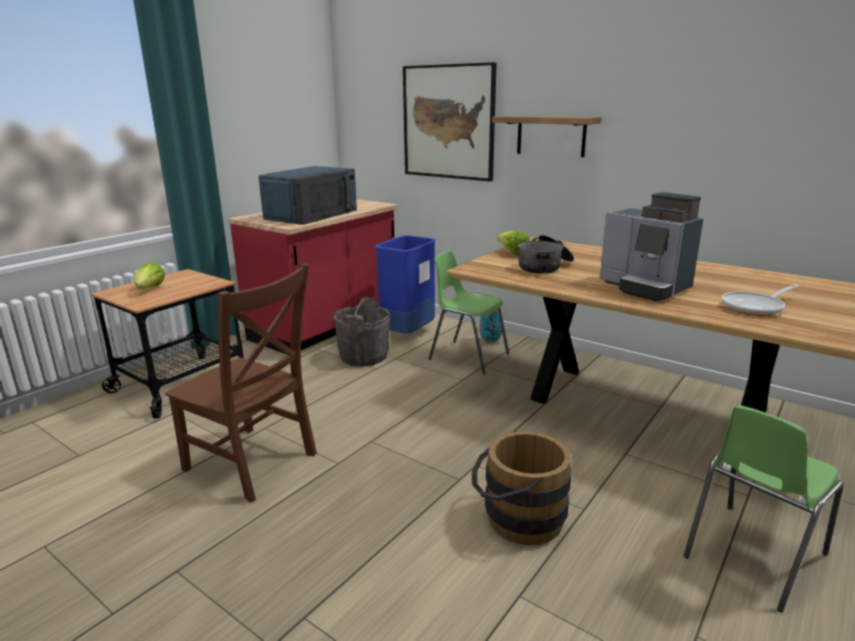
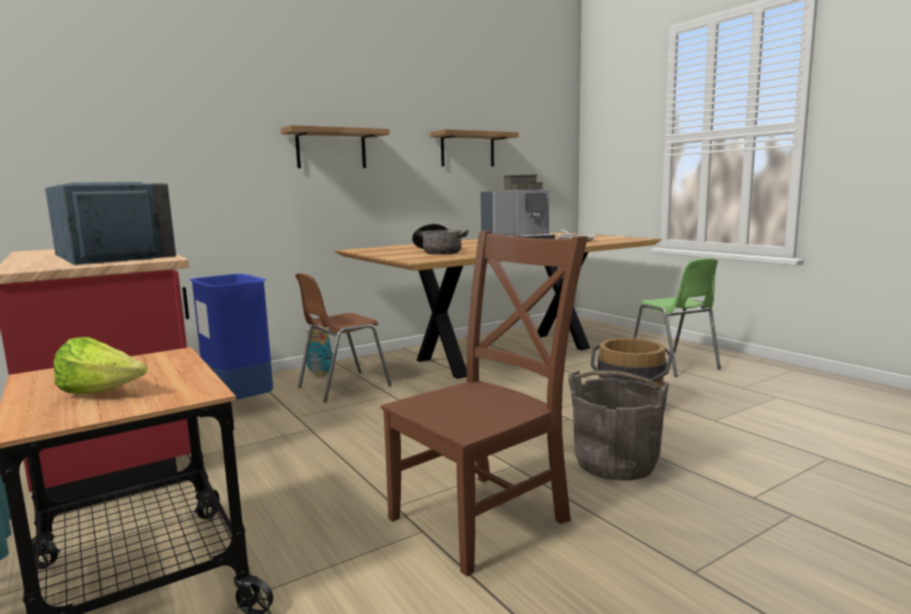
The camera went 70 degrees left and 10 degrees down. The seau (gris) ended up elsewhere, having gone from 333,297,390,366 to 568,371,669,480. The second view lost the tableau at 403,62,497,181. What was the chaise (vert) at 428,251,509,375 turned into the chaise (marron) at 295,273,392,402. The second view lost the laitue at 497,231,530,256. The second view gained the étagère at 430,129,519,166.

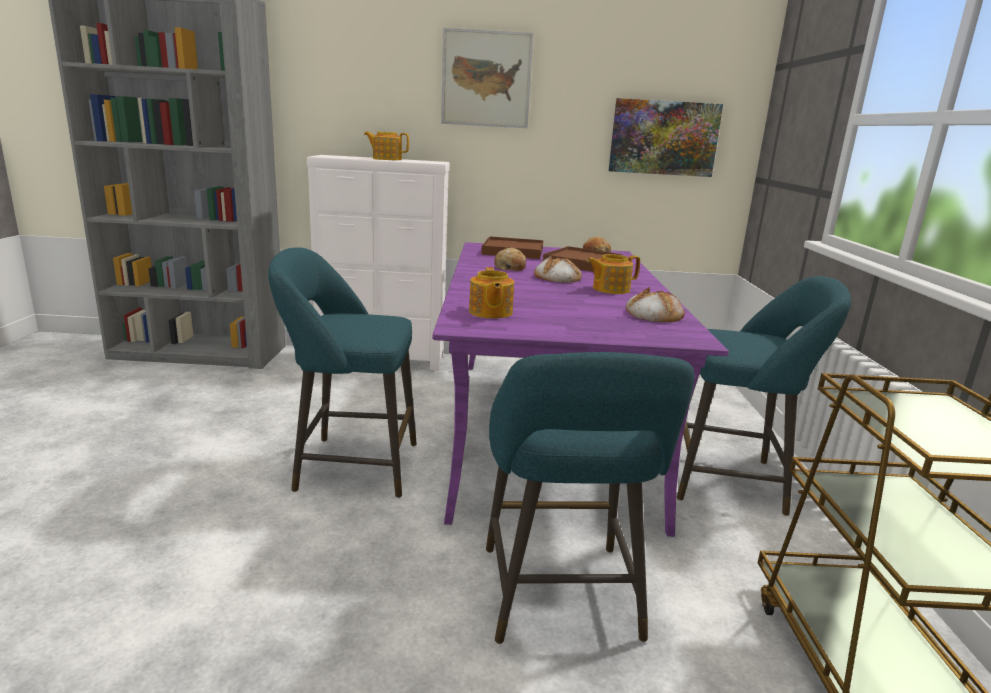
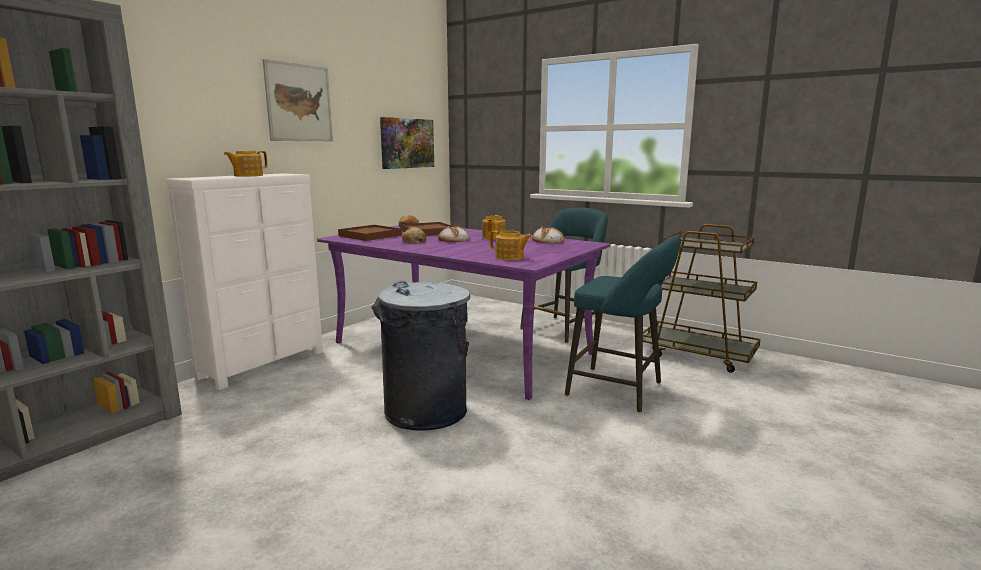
The camera went 55 degrees left and 5 degrees down. Where the tabouret (turquoise) stood at 268,247,417,498, the poubelle (gris) came to stand at 371,280,470,431.

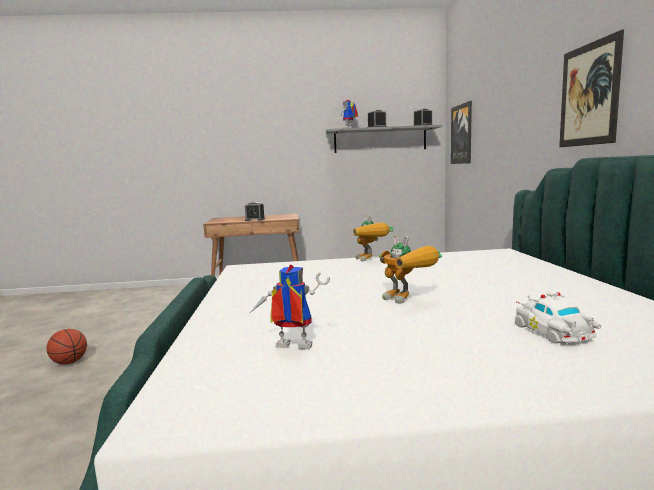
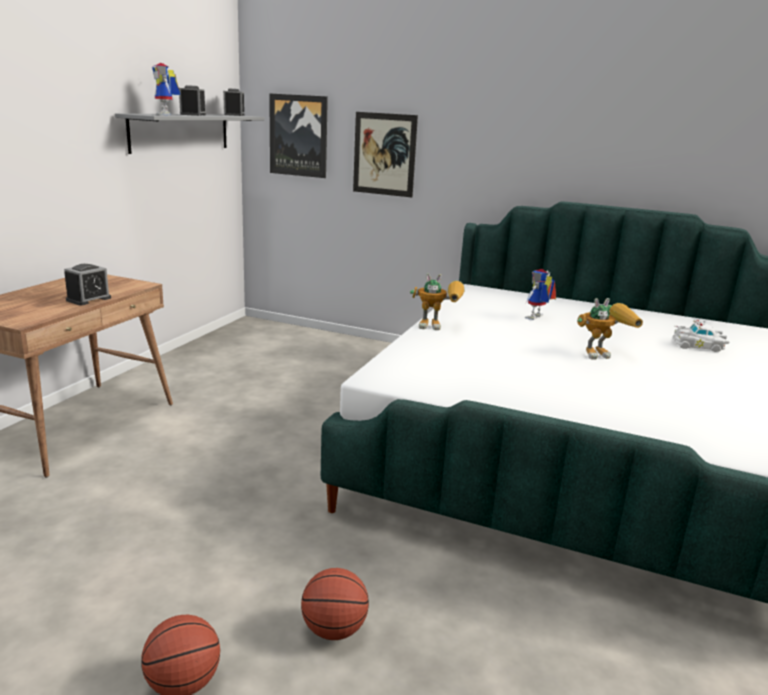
The camera went 65 degrees left and 10 degrees up. The robot jouet ended up elsewhere, having gone from 250,265,330,349 to 525,269,557,320. The tableau ended up elsewhere, having gone from 559,29,624,147 to 353,112,418,197. The second view gained the ballon de basket at 301,568,369,640.

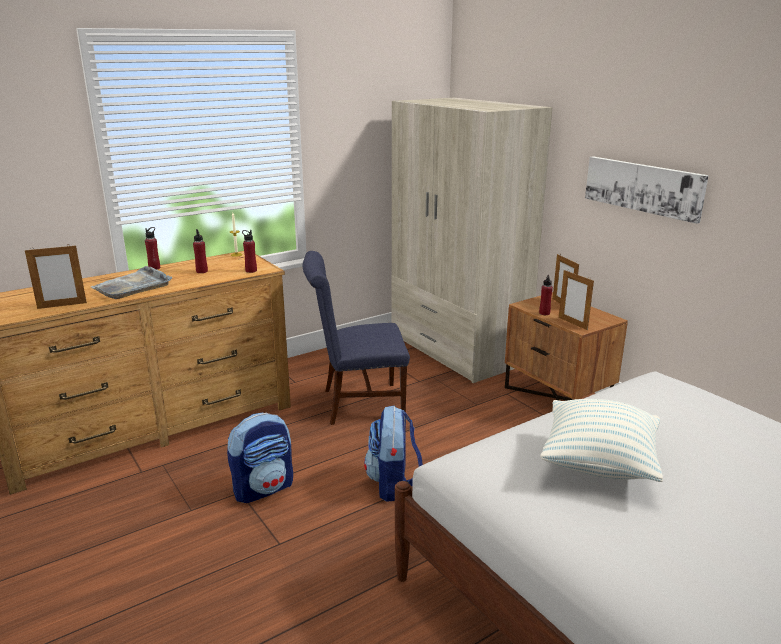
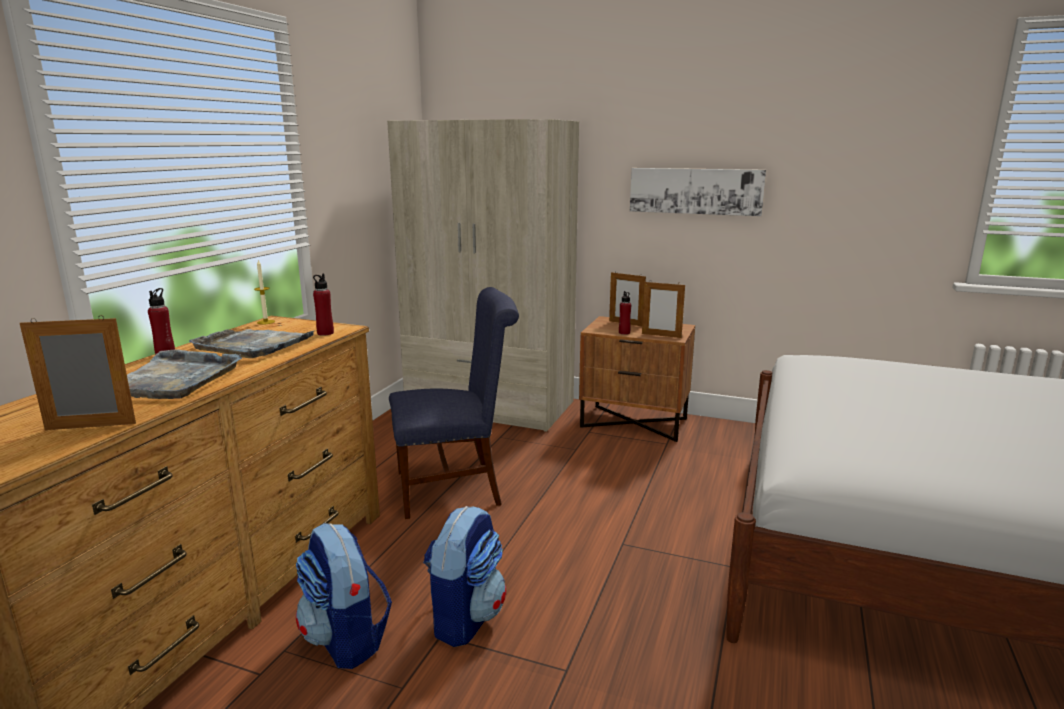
The camera went 35 degrees left and 5 degrees down. The cadre photo at 25,244,87,309 ended up facing another way, 135 degrees counterclockwise from before. Where the bouteille (rouge) stood at 193,229,208,273, the plateau (gris) came to stand at 189,329,318,358. The chaise (bleu) at 303,251,410,425 ended up facing another way, 150 degrees counterclockwise from before. The sac à dos ended up elsewhere, having gone from 364,406,423,502 to 296,523,392,669. The second view lost the coussin at 540,399,663,482.

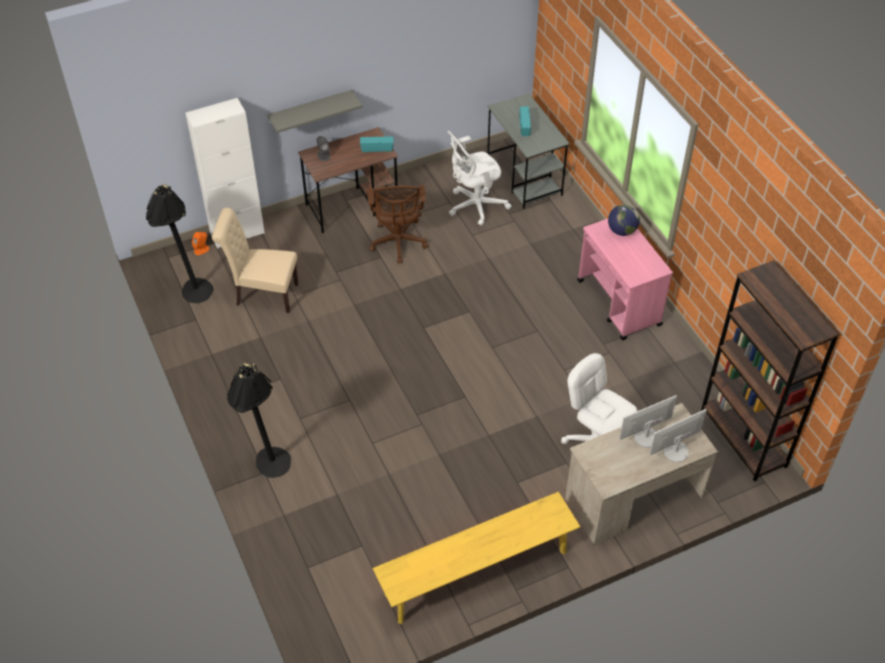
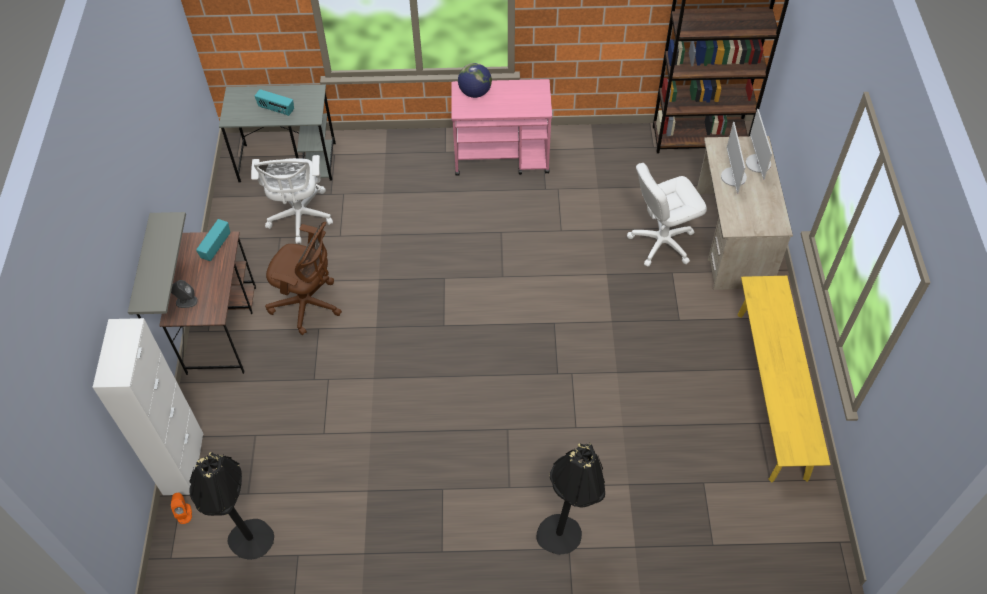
The camera went 65 degrees left and 5 degrees up. The second view lost the chaise (beige) at 212,208,298,313.

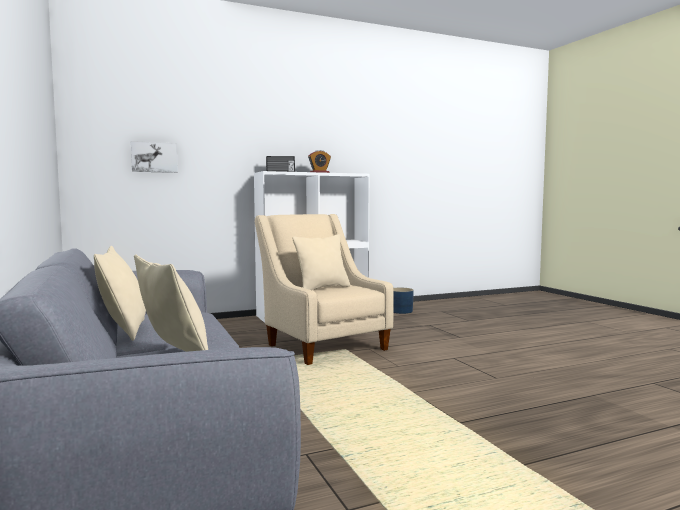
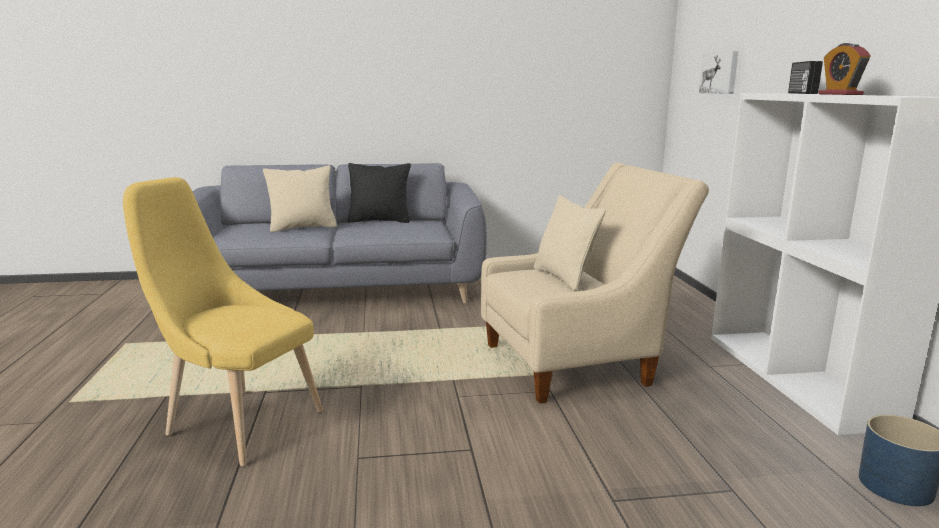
The camera went 105 degrees right and 10 degrees up. What was the coussin (beige) at 94,246,146,341 turned into the coussin (noir) at 348,163,411,223. The second view gained the chaise (jaune) at 123,177,323,466.

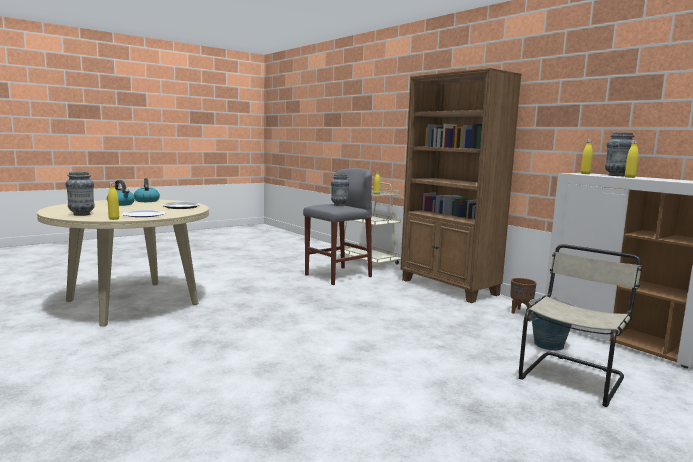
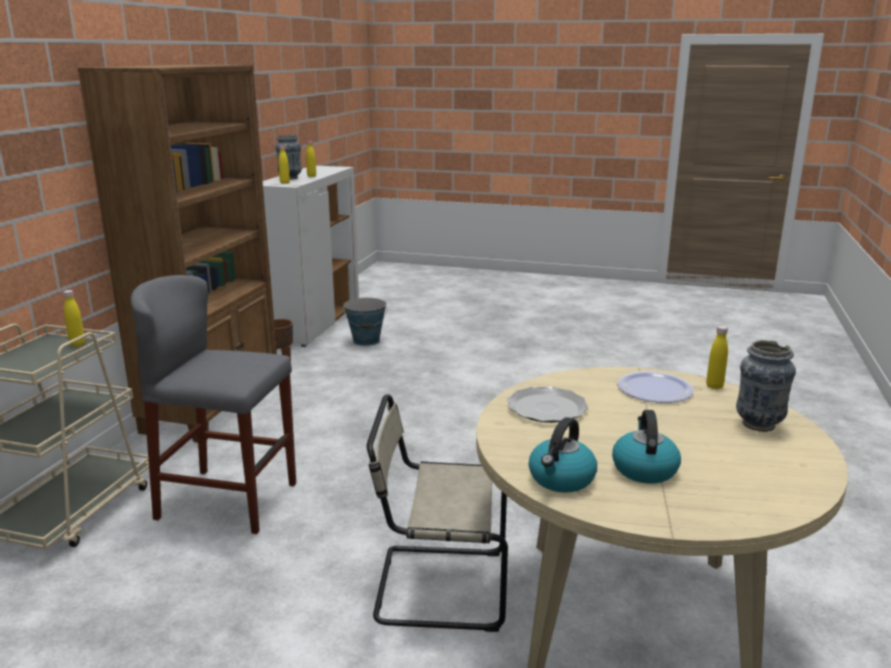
The camera went 125 degrees left and 10 degrees up. The second view lost the vase at 331,174,349,206. The chaise (beige) ended up elsewhere, having gone from 519,244,642,407 to 367,394,508,632.

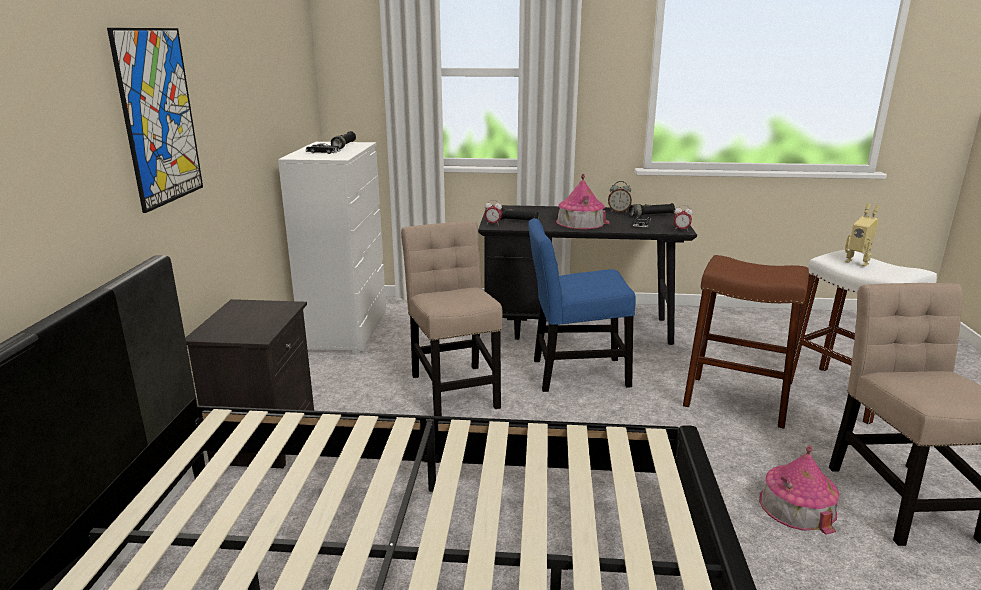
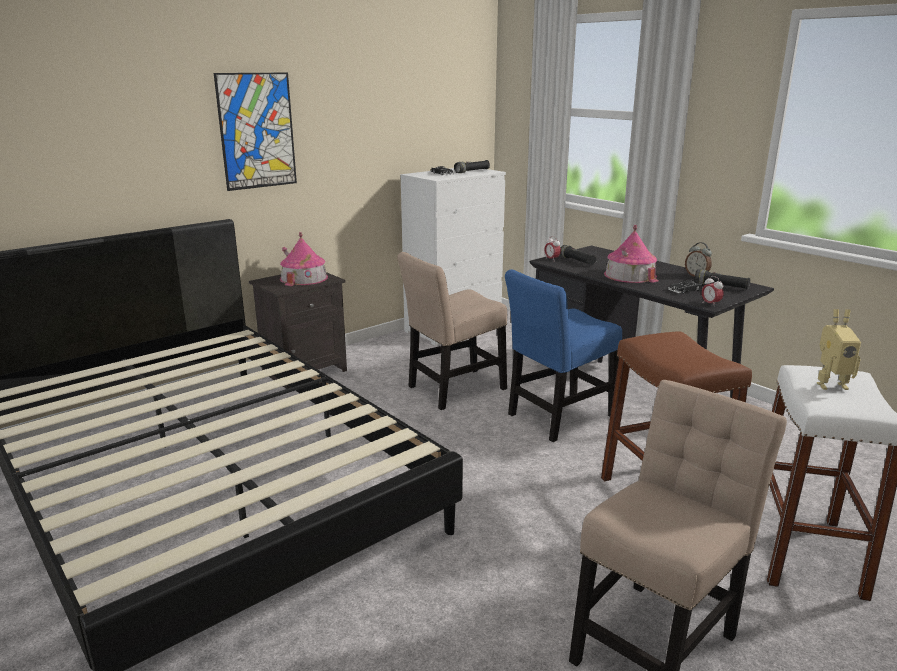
The camera went 45 degrees right and 0 degrees up. The chaise (beige) at 401,221,502,416 ended up facing another way, 150 degrees counterclockwise from before. The chaise (bleu) at 528,218,636,392 ended up facing another way, 75 degrees counterclockwise from before. The maison miniature ended up elsewhere, having gone from 759,445,839,535 to 280,232,328,286. The robot jouet at 845,203,880,267 ended up facing another way, 90 degrees counterclockwise from before.

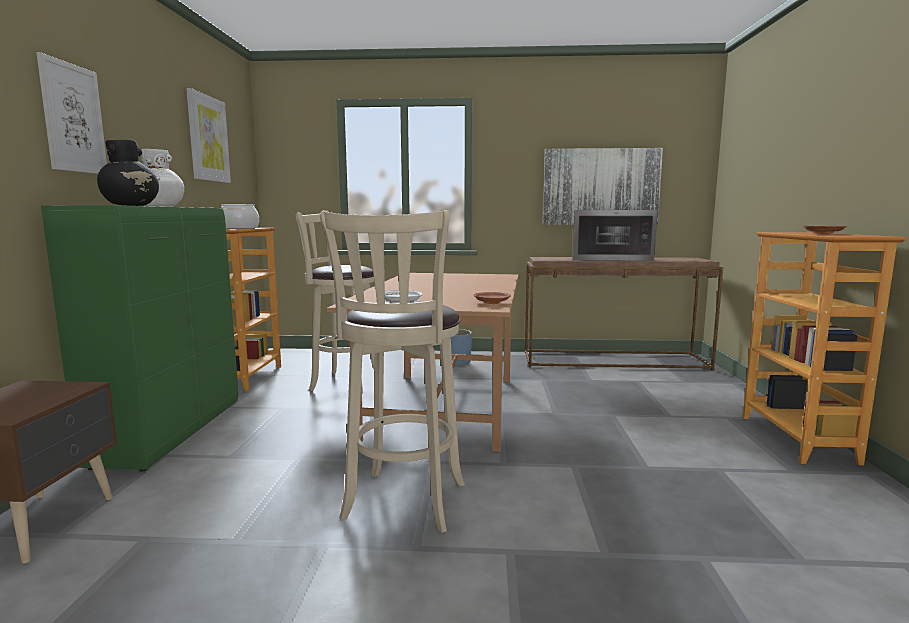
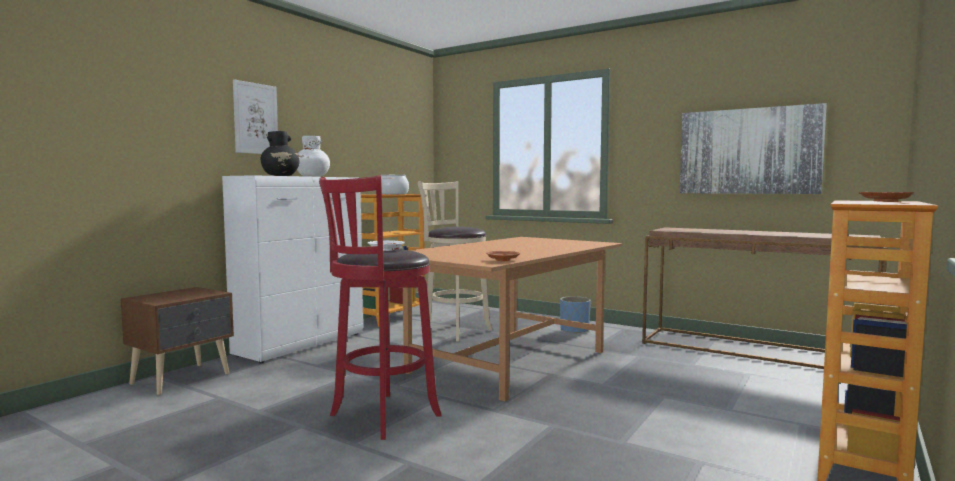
The camera went 30 degrees right and 5 degrees down. What was the meuble de rangement (vert) at 41,205,238,472 turned into the meuble de rangement (blanc) at 222,175,363,363. The second view lost the tableau at 186,88,231,183. What was the tabouret (beige) at 320,210,465,533 turned into the tabouret (rouge) at 319,176,442,440. The second view lost the micro-ondes at 572,210,658,261.

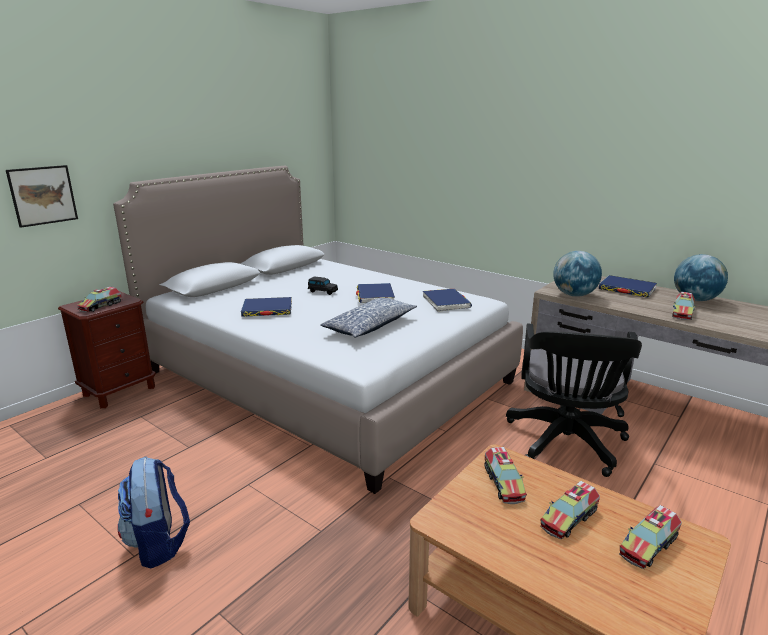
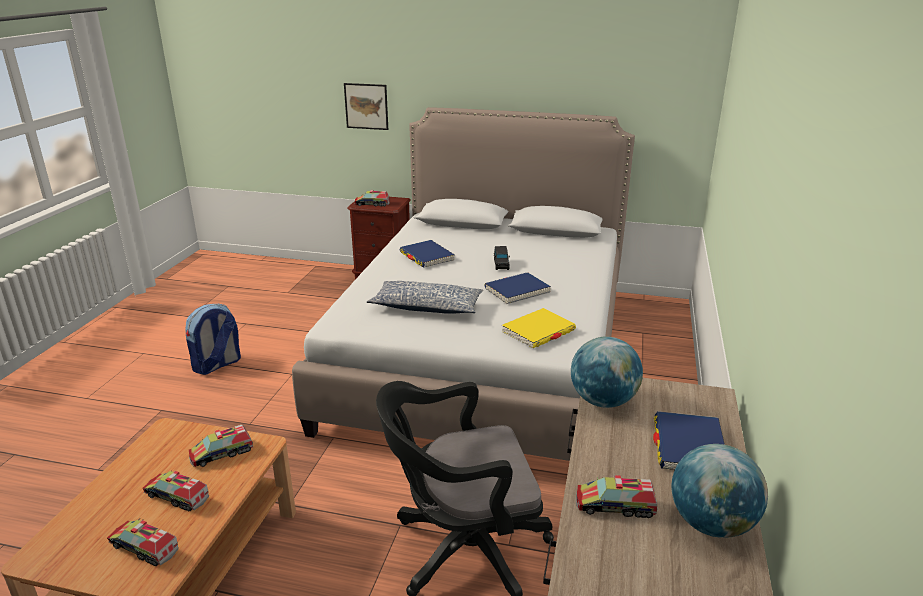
The camera went 65 degrees right and 5 degrees up. What was the livre (bleu) at 423,289,472,312 turned into the livre (jaune) at 502,308,576,348.

